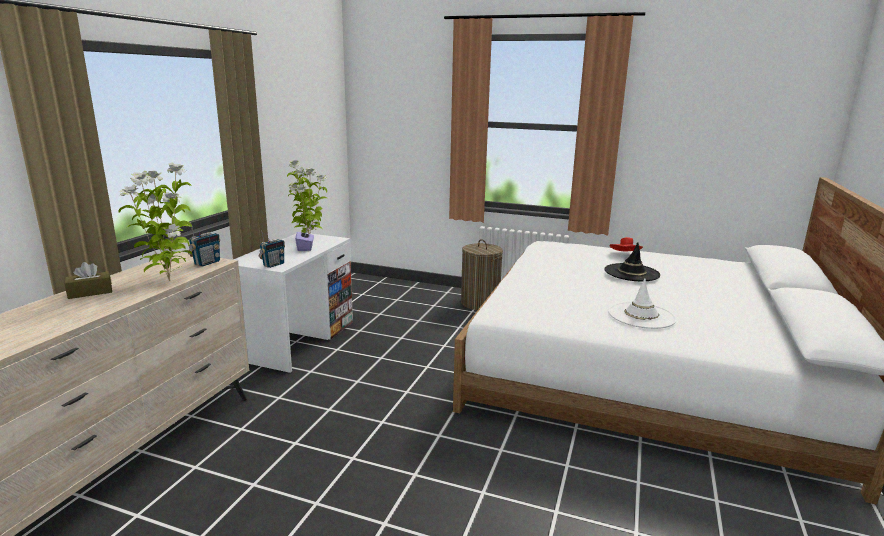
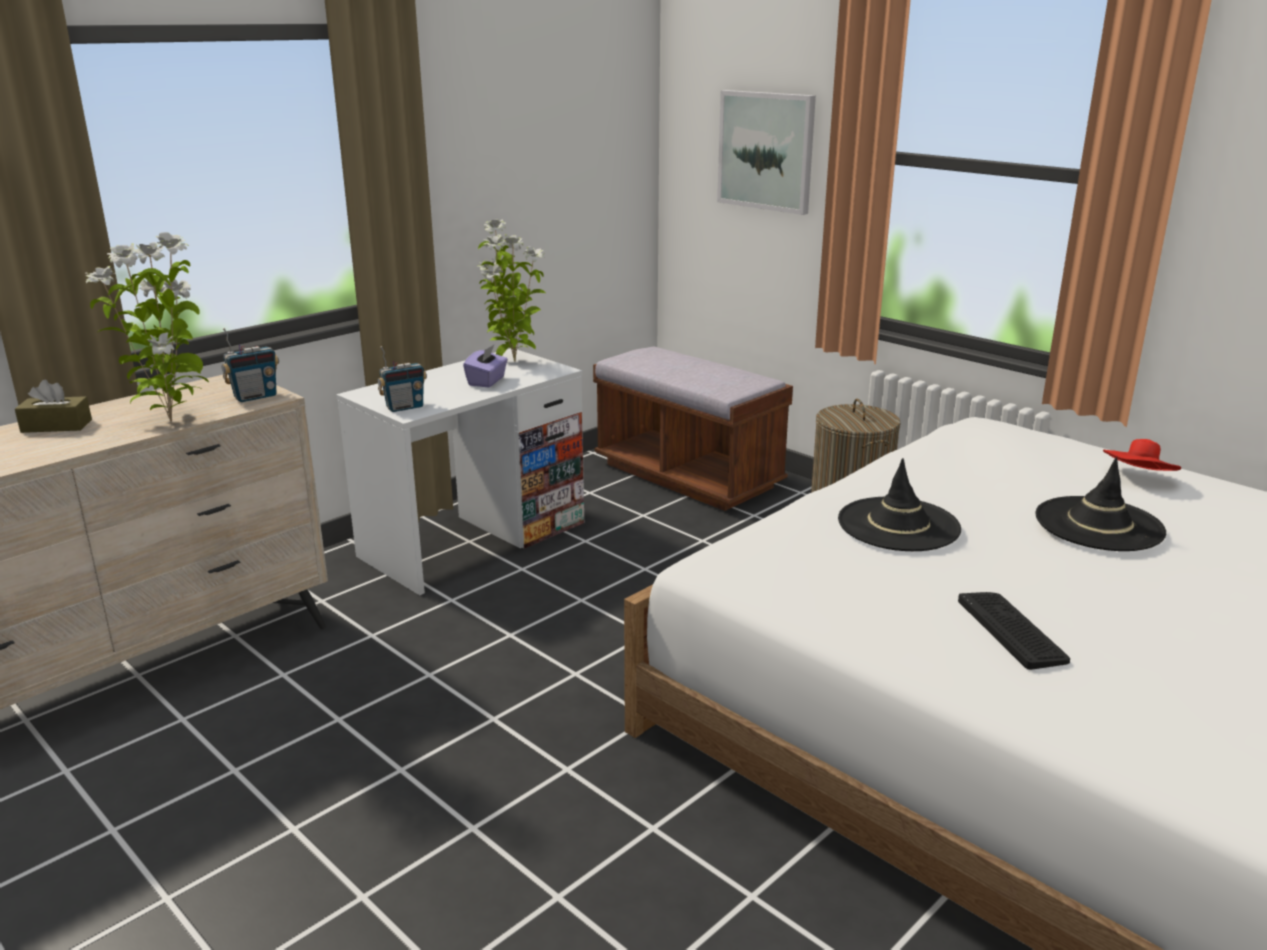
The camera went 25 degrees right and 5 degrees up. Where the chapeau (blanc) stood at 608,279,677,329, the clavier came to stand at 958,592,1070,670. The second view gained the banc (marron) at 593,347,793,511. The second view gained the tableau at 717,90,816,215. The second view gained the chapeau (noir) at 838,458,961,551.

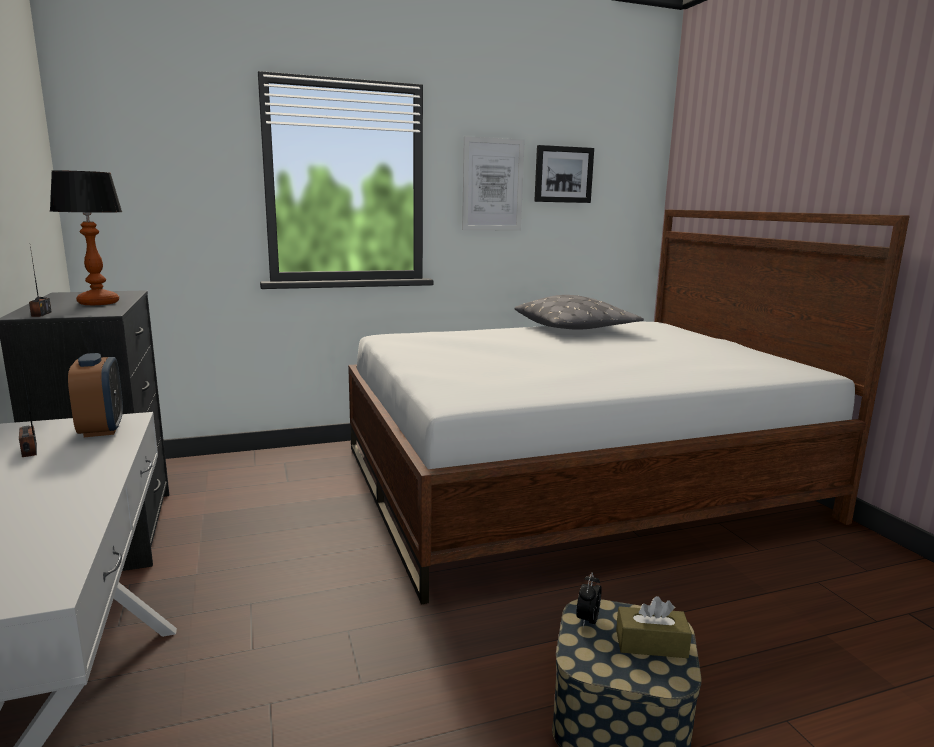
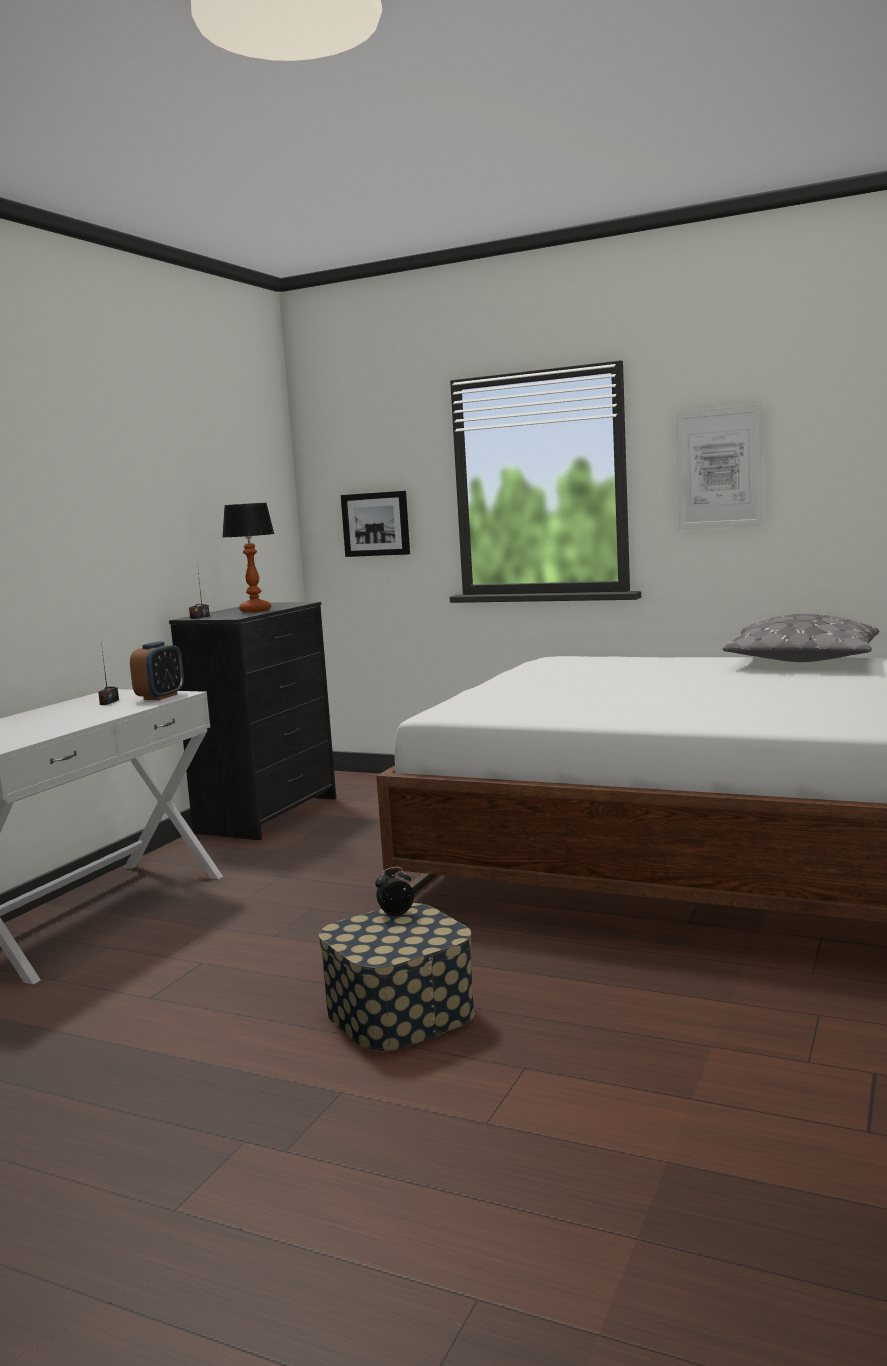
The camera went 45 degrees right and 5 degrees down. The tableau ended up elsewhere, having gone from 534,145,594,203 to 341,491,410,557. The second view lost the boîte à mouchoirs (marron) at 616,596,692,658.

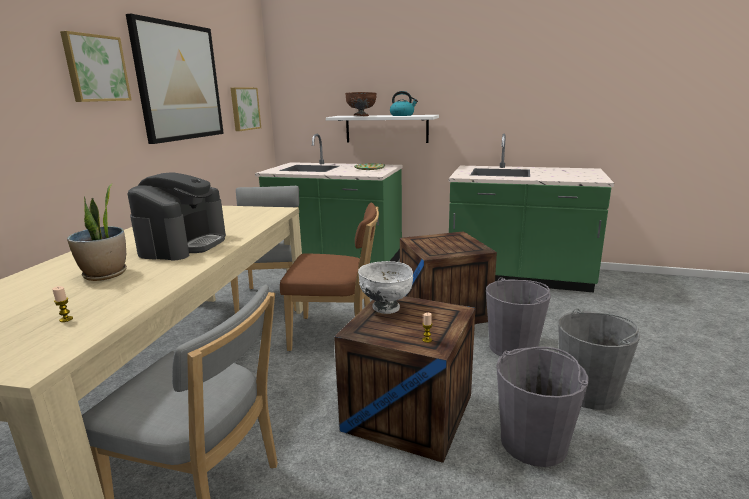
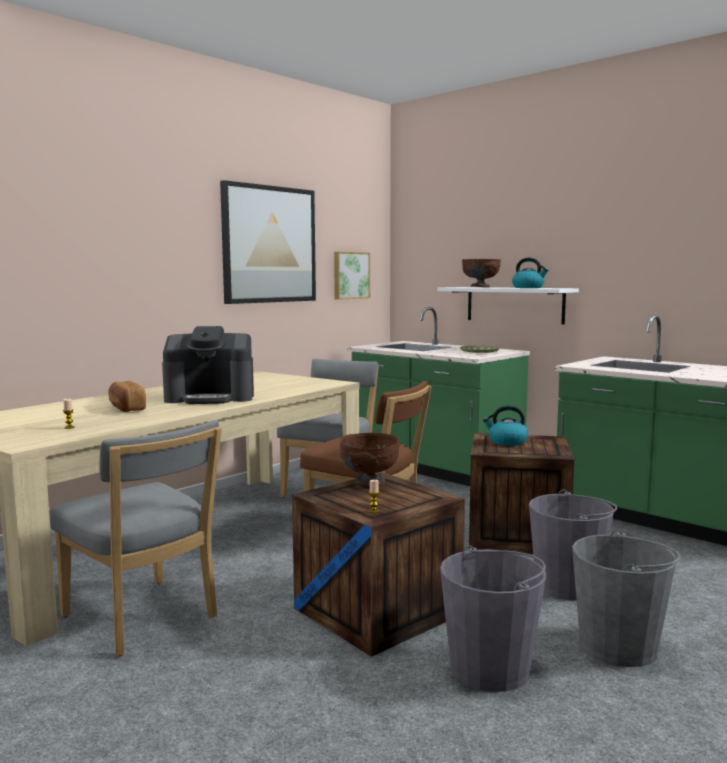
The camera went 25 degrees right and 10 degrees down. The second view lost the tableau at 60,31,132,102. Where the plante en pot stood at 67,184,127,281, the pain came to stand at 108,381,146,412. The machine à café at 128,172,226,260 ended up facing another way, 45 degrees clockwise from before. What was the bol (blanc) at 358,261,413,314 turned into the bol (marron) at 340,433,399,488. The second view gained the bouilloire at 483,405,528,446.

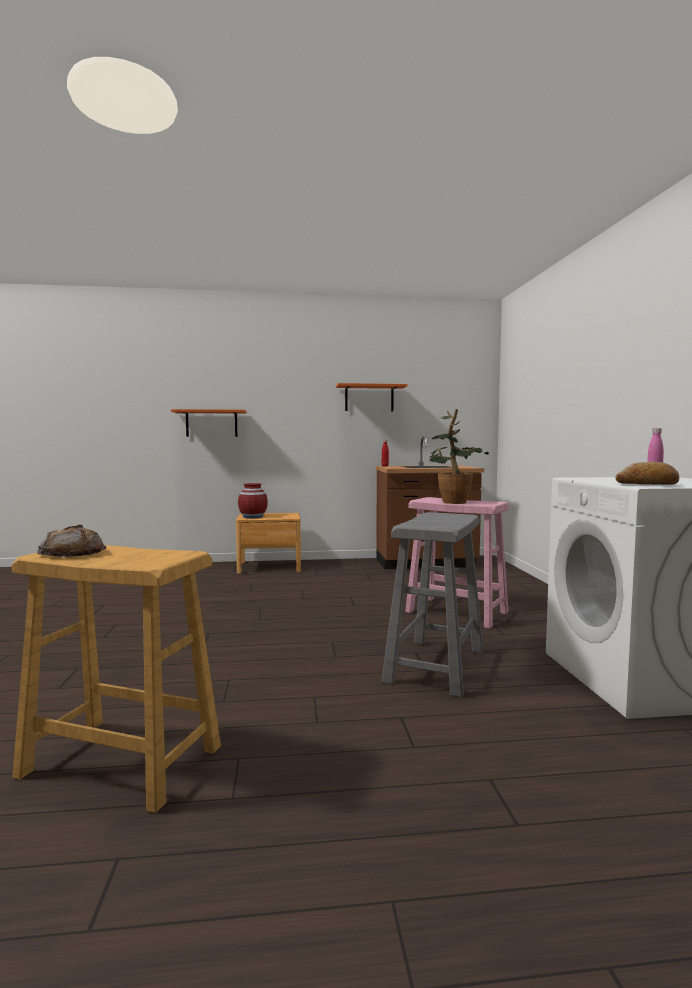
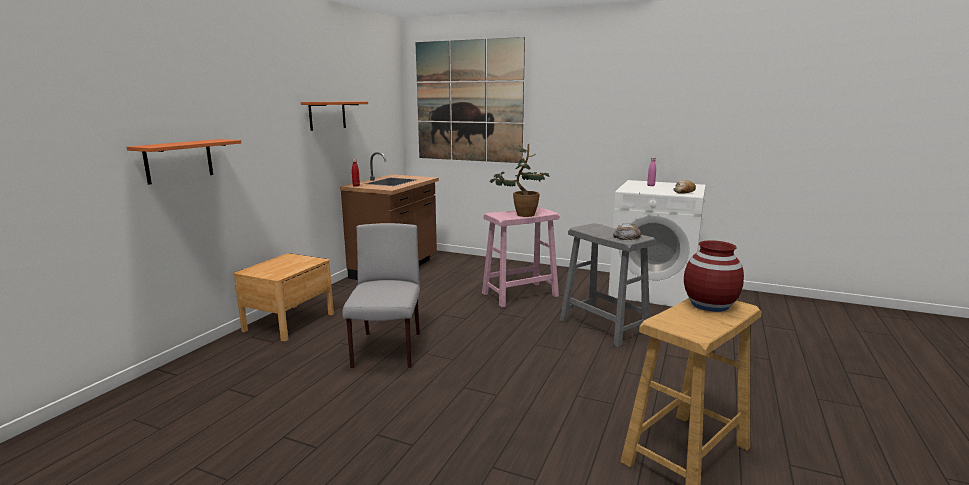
The camera went 60 degrees left and 10 degrees up. The pain ended up elsewhere, having gone from 37,525,106,557 to 613,223,642,240. The vase (rouge) ended up elsewhere, having gone from 238,483,268,519 to 684,240,744,312. The second view gained the chaise (gris) at 342,223,420,369. The second view gained the tableau at 415,37,525,163.

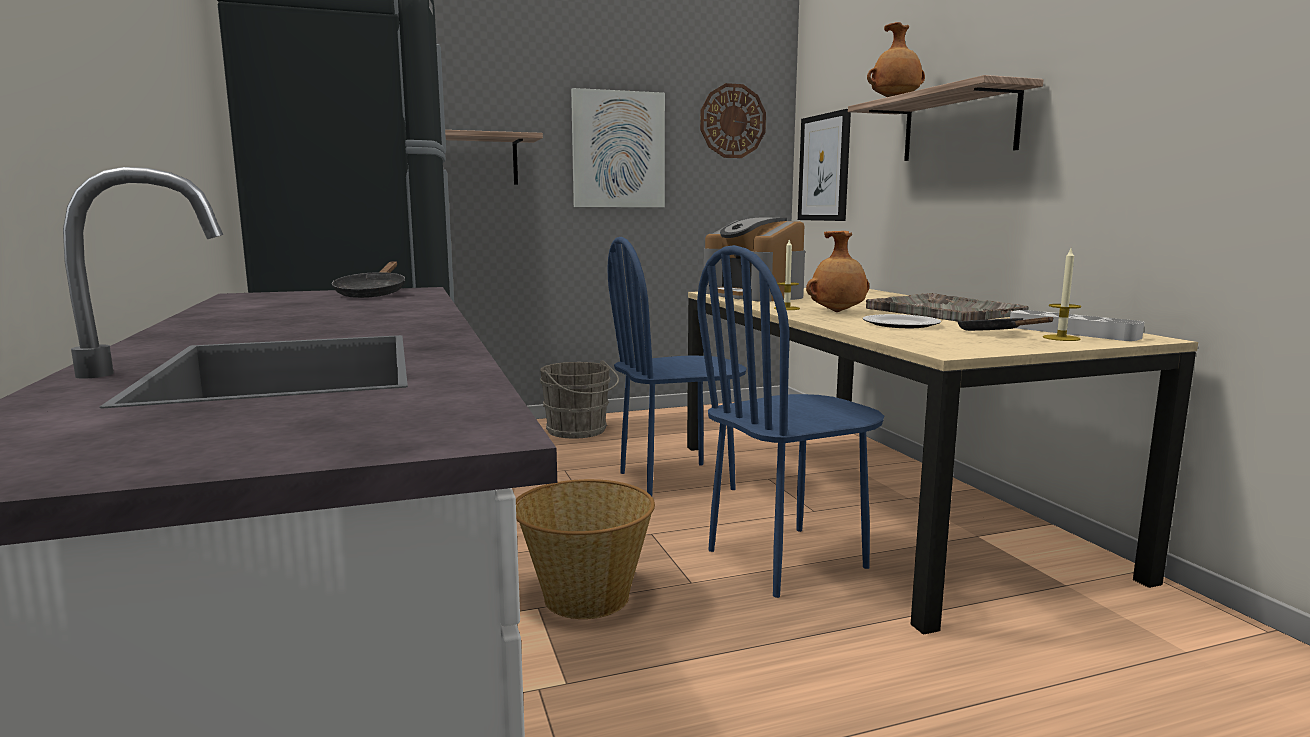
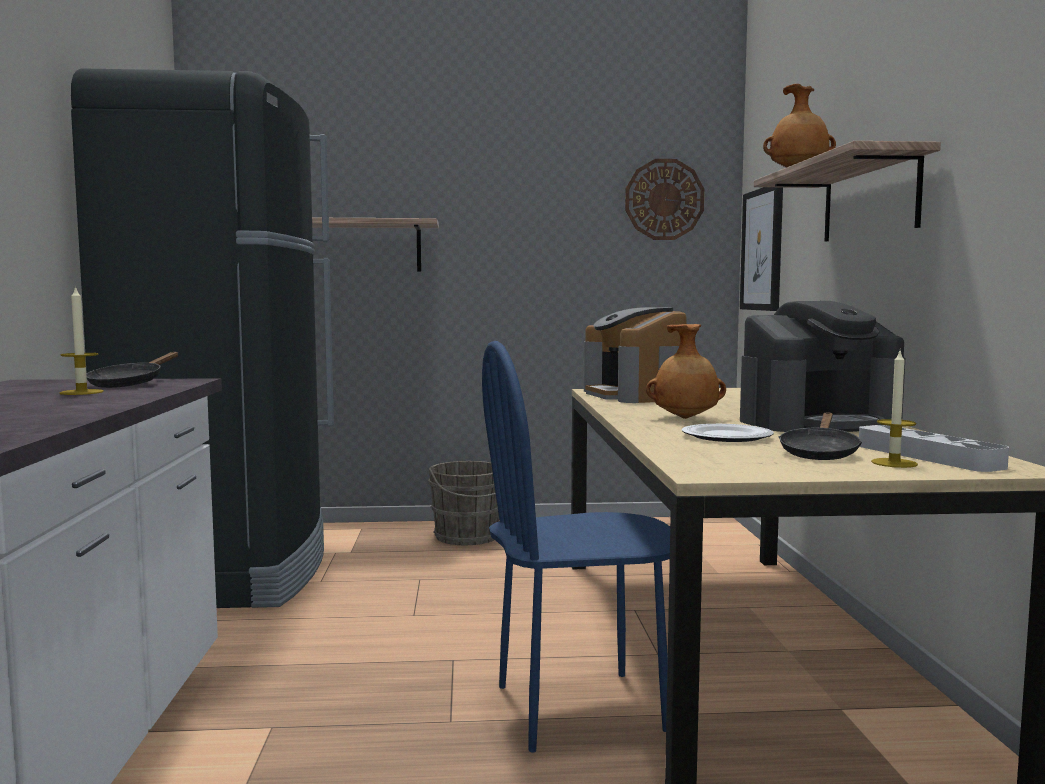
The camera went 15 degrees right and 5 degrees down. The second view lost the panier at 516,479,655,619. The second view lost the tableau at 571,88,665,207. The second view lost the chaise (bleu) at 607,237,747,496. The bougie ended up elsewhere, having gone from 774,238,800,310 to 59,285,104,395. Where the plateau (gris) stood at 866,293,1029,321, the machine à café came to stand at 740,301,905,432. The poêle (noir) at 957,317,1054,331 ended up facing another way, 150 degrees counterclockwise from before.

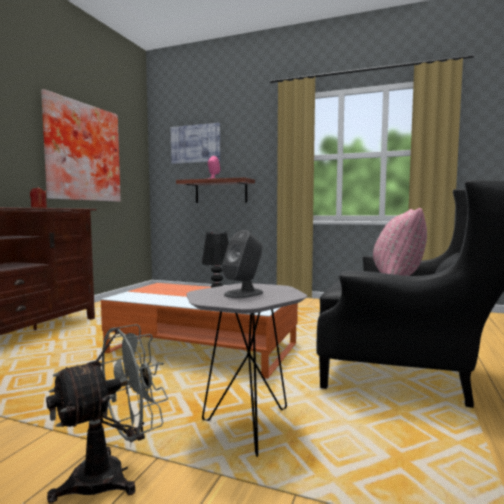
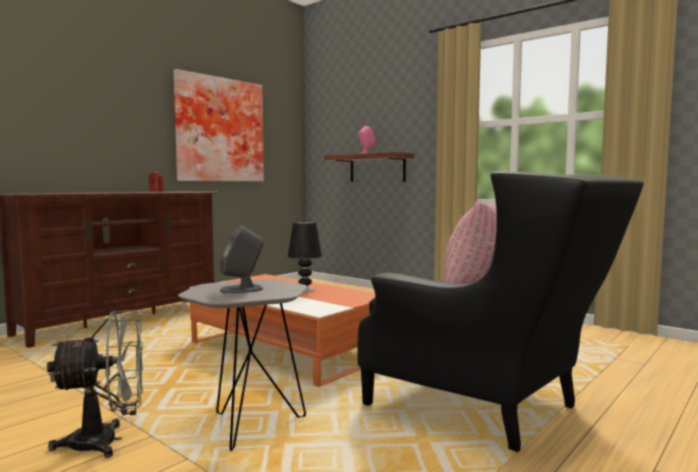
The camera went 20 degrees right and 0 degrees up. The second view lost the tableau at 171,123,220,164.

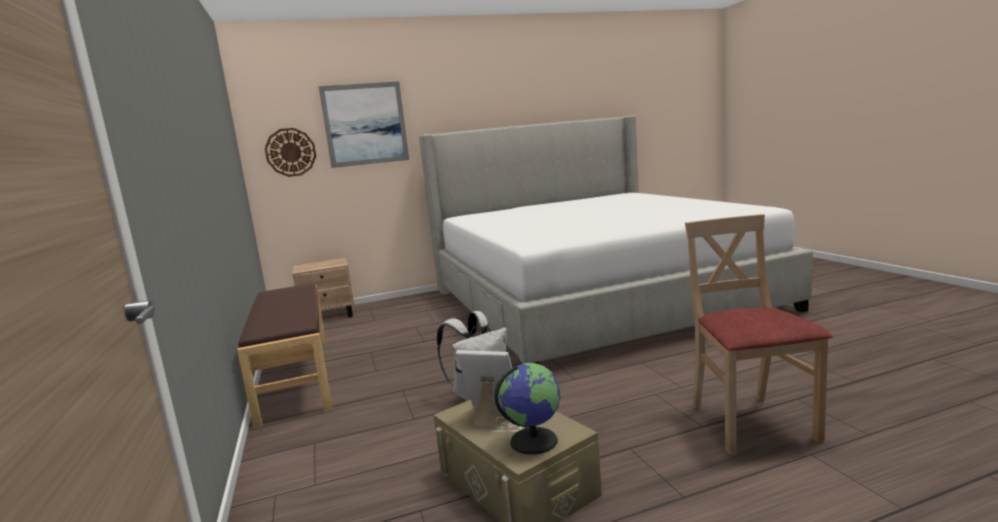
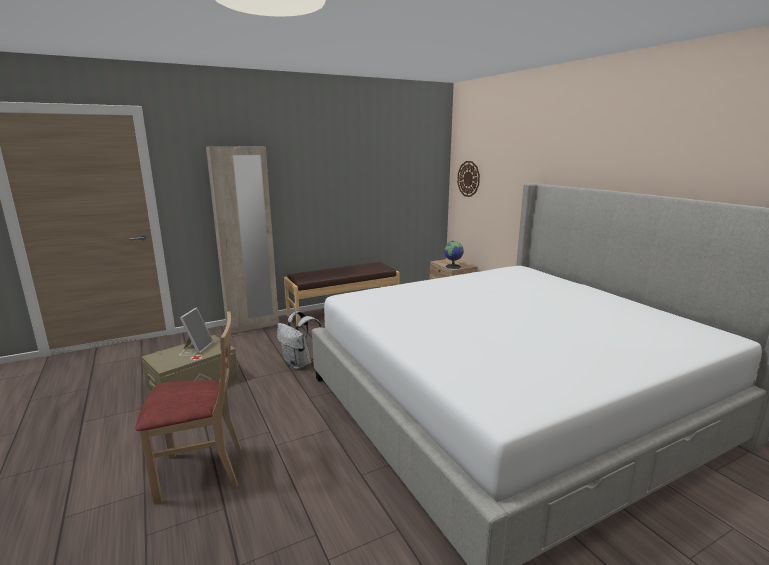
The camera went 80 degrees right and 5 degrees up. The second view lost the tableau at 319,81,409,168. The globe ended up elsewhere, having gone from 494,363,560,455 to 444,241,464,269. The second view gained the armoire (beige) at 206,147,279,333.

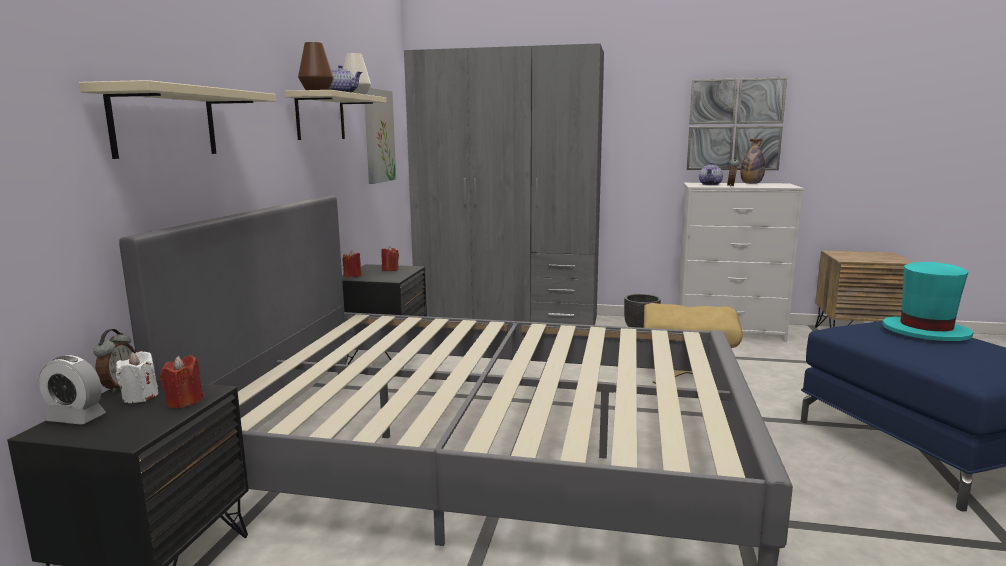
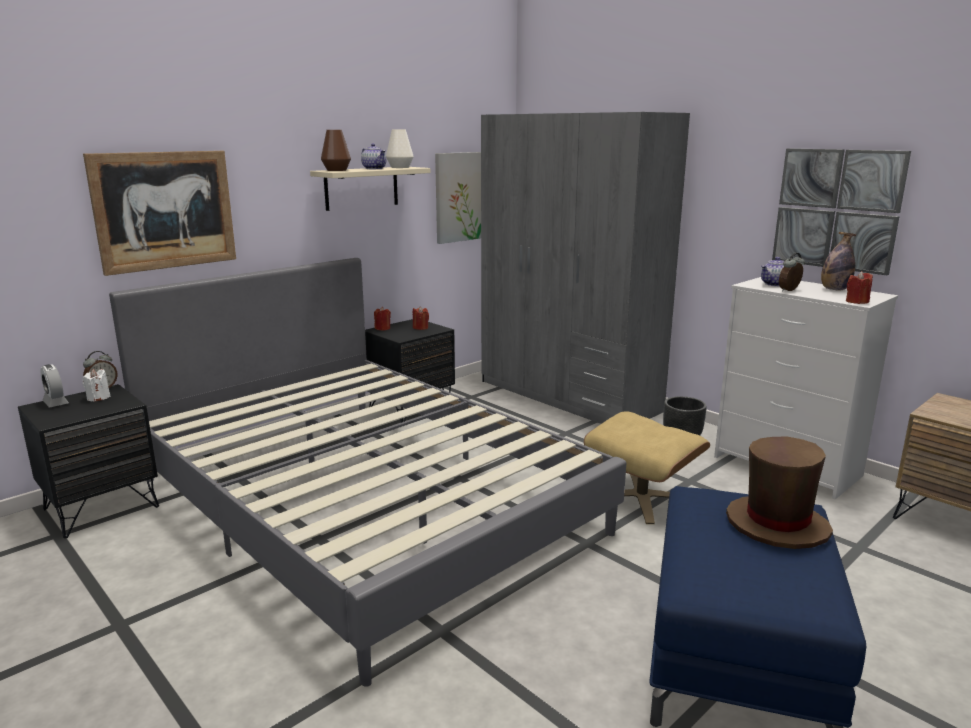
The camera went 35 degrees right and 5 degrees up. Where the étagère (beige) hung at 79,80,276,159, the tableau came to hang at 83,151,236,276. The bougie (rouge) ended up elsewhere, having gone from 160,355,203,408 to 846,271,873,304. What was the chapeau (turquoise) at 882,262,973,341 turned into the chapeau (marron) at 726,437,833,549.

